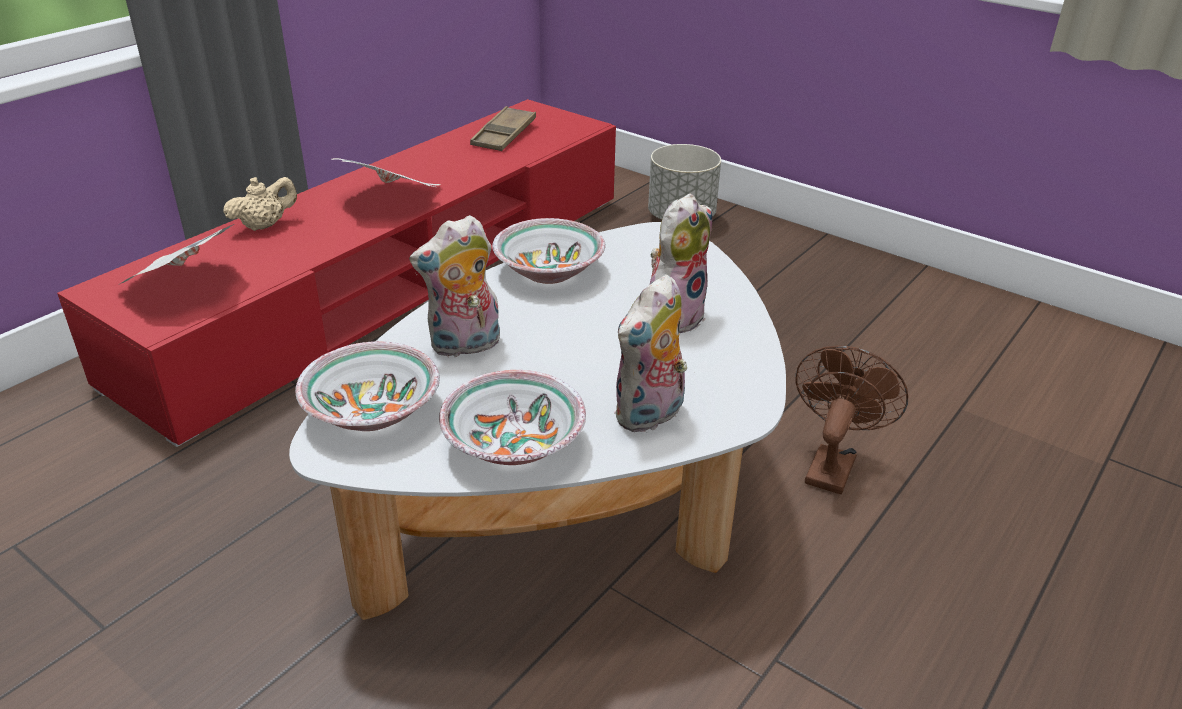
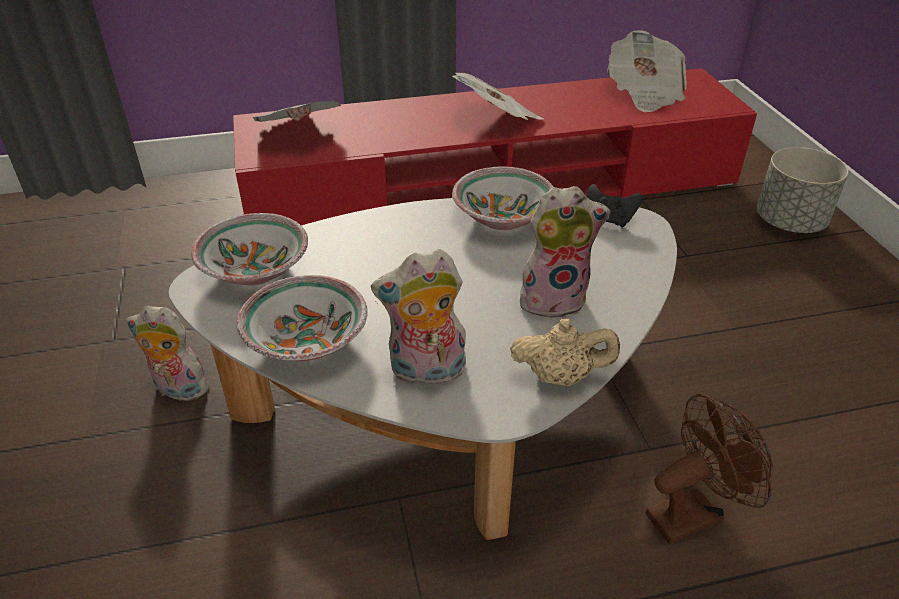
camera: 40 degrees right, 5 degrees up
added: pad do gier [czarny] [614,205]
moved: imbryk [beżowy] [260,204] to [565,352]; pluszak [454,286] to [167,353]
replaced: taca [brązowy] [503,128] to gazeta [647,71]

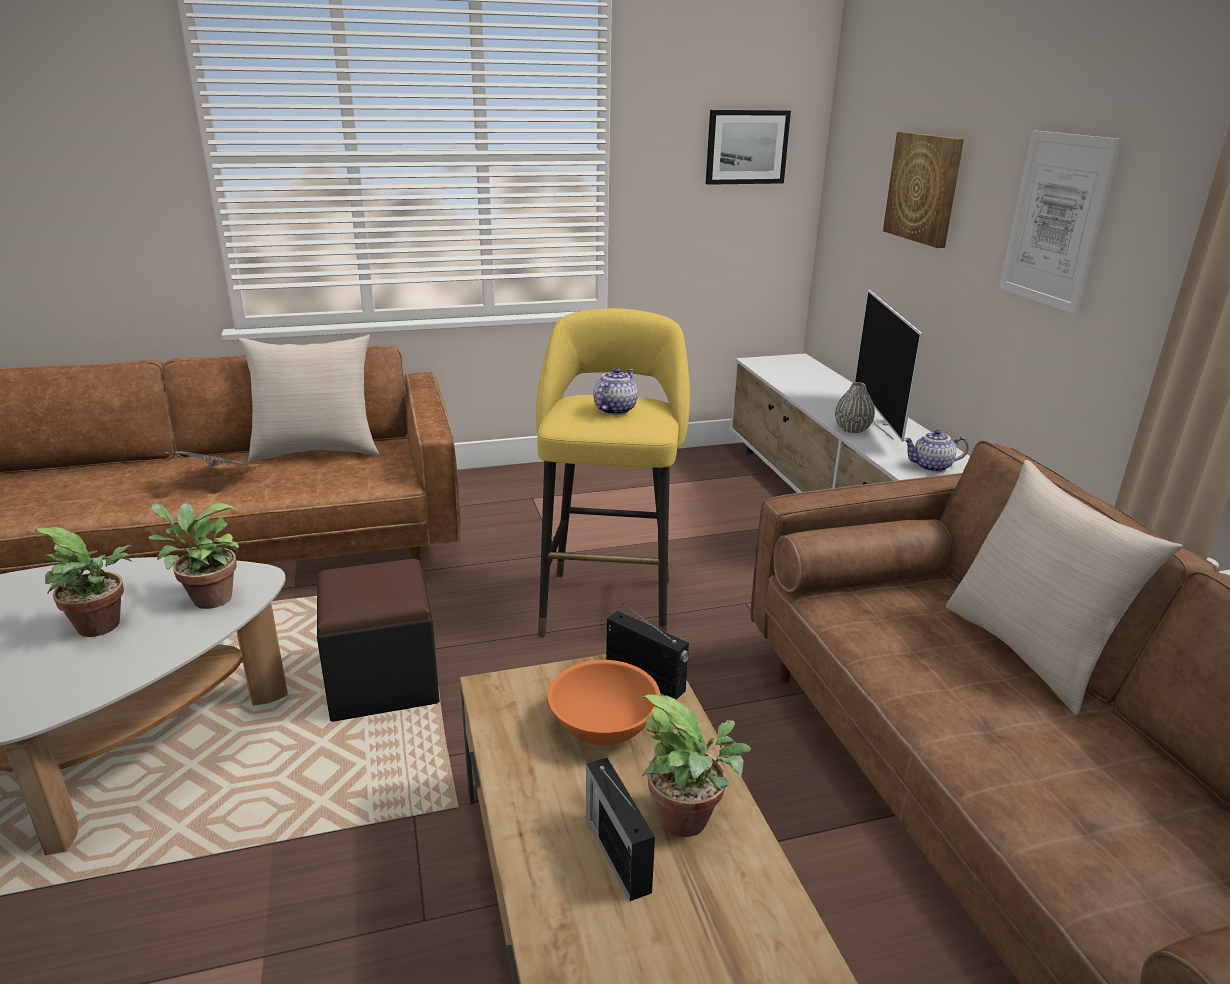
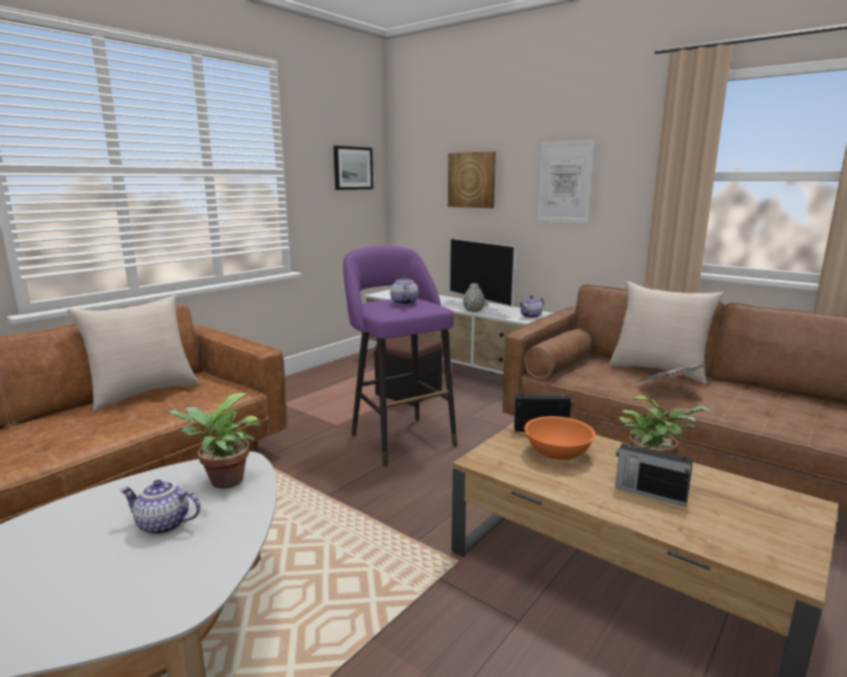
camera: 35 degrees left, 10 degrees down
moved: gazeta [210,459] to [670,373]; pufa [czarny] [378,640] to [408,370]
replaced: roślina doniczkowa [83,582] to imbryk [160,507]
recoloured: stołek [żółty] [613,472] to stołek [fioletowy] [400,356]

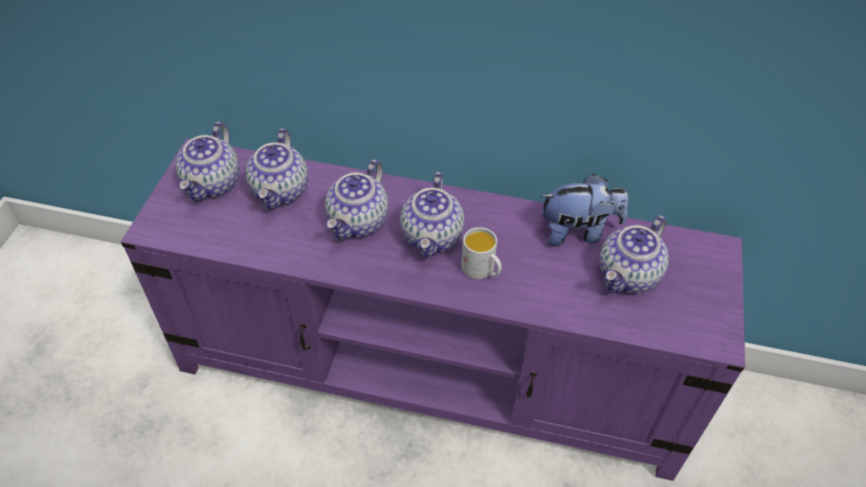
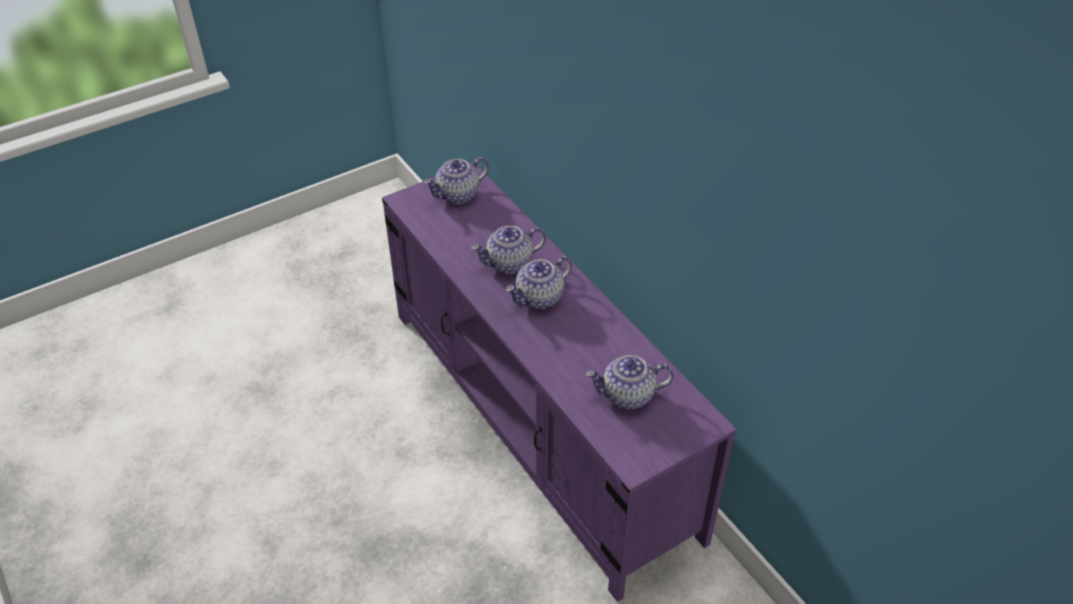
camera: 45 degrees right, 5 degrees down
removed: imbryk [277,169]; pluszak [584,210]; kubek [biały] [481,253]

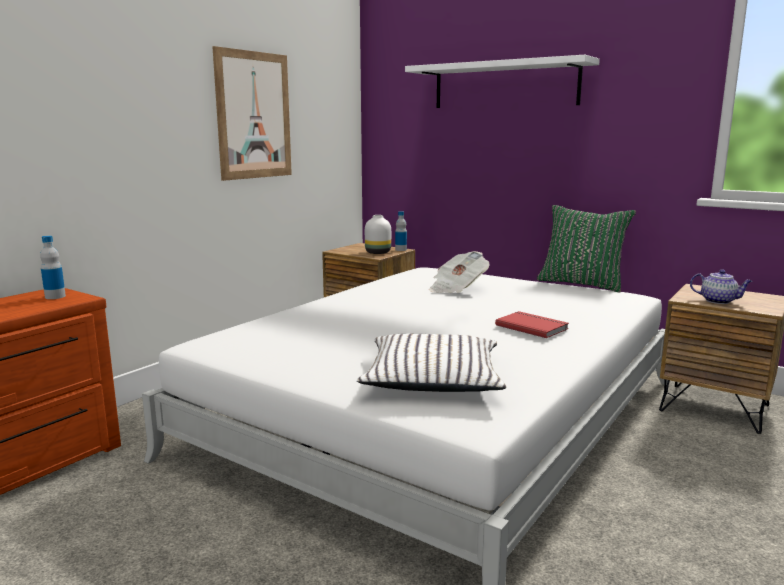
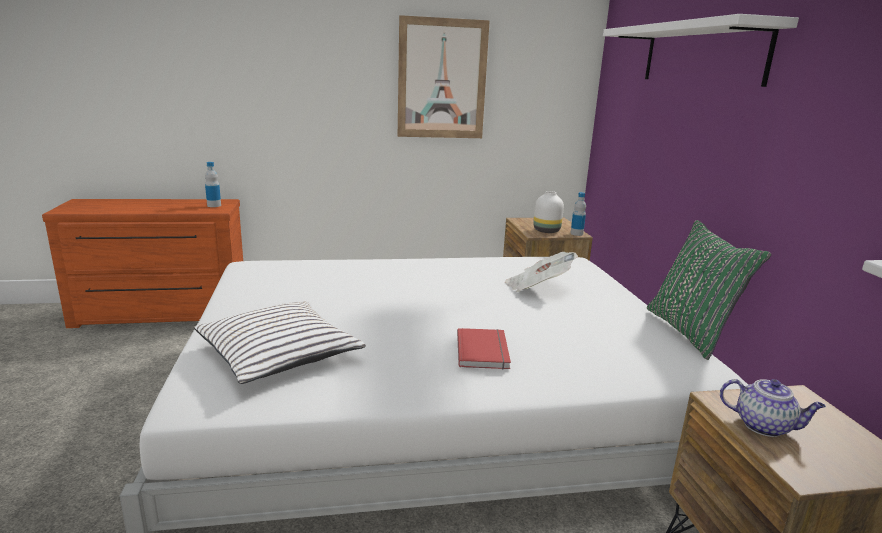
camera: 45 degrees right, 5 degrees up
turned: imbryk [721,287] = [773,408] 45 degrees counterclockwise

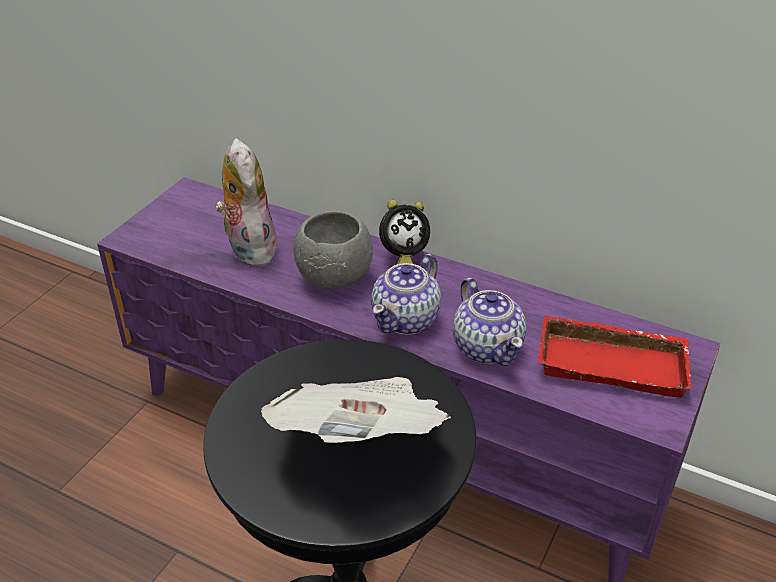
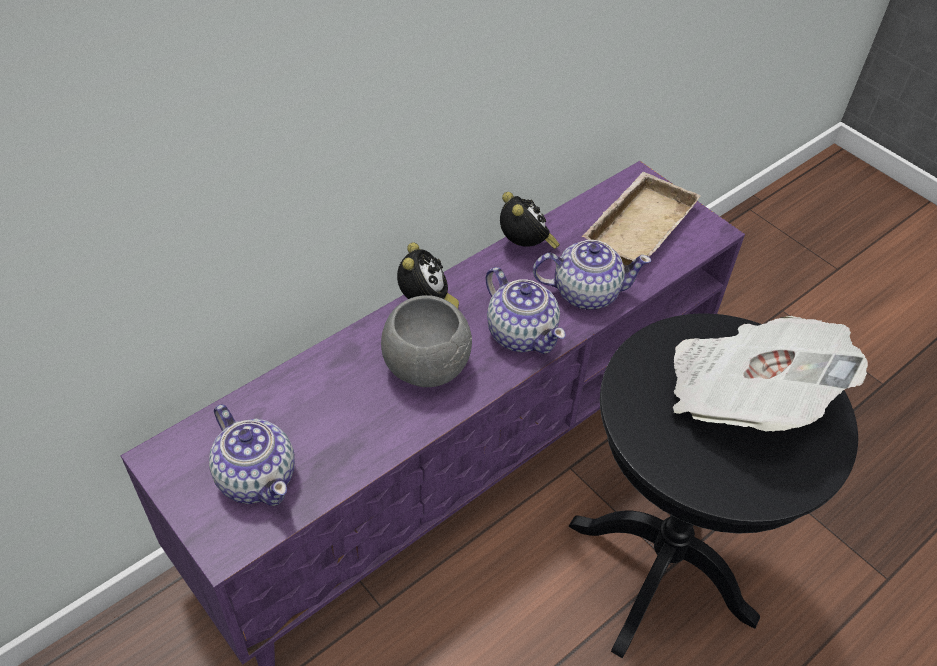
camera: 70 degrees left, 10 degrees up
removed: pluszak [246,202]
added: budzik [530,220]; imbryk [252,455]
recoloured: taca [czerwony] [615,356] to taca [beżowy] [641,219]

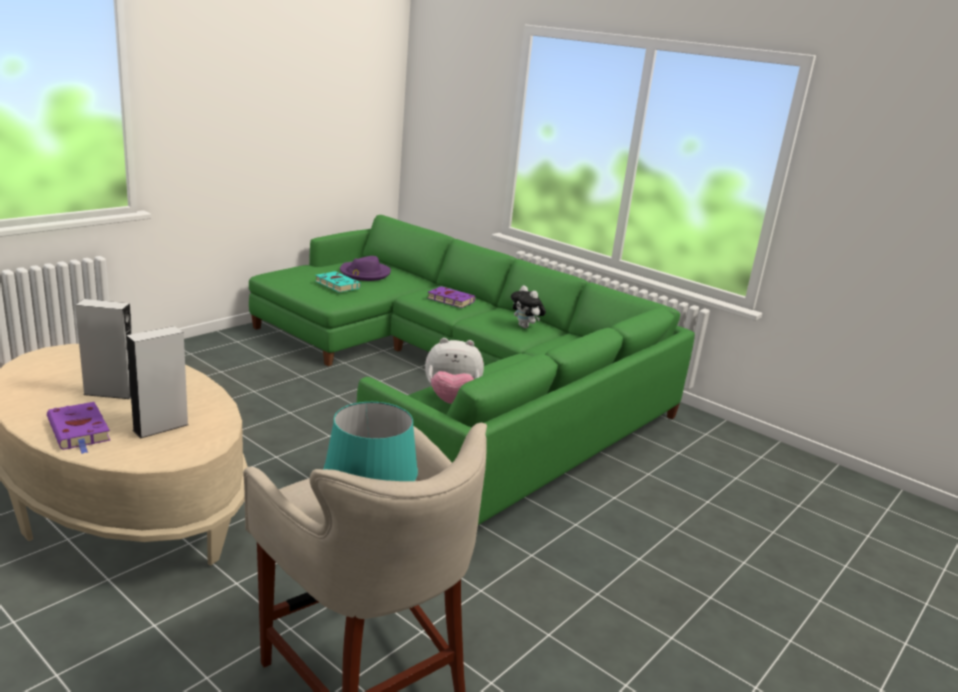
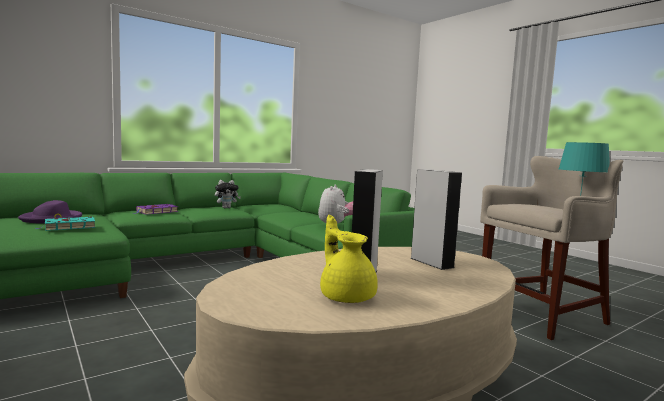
camera: 75 degrees left, 15 degrees down
removed: książka [fioletowy] [78,428]
added: imbryk [żółty] [349,259]

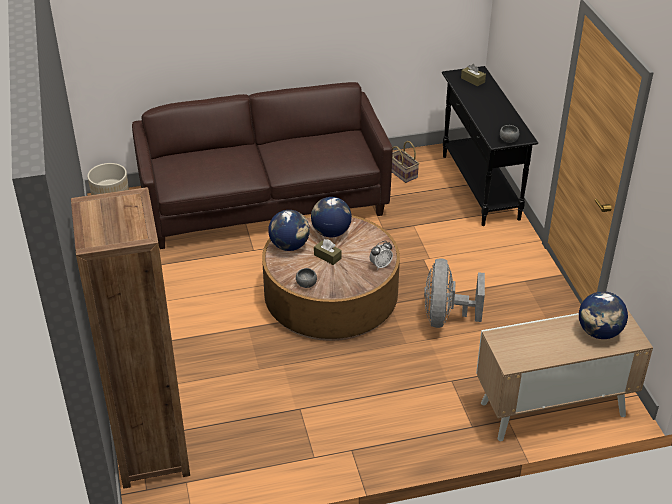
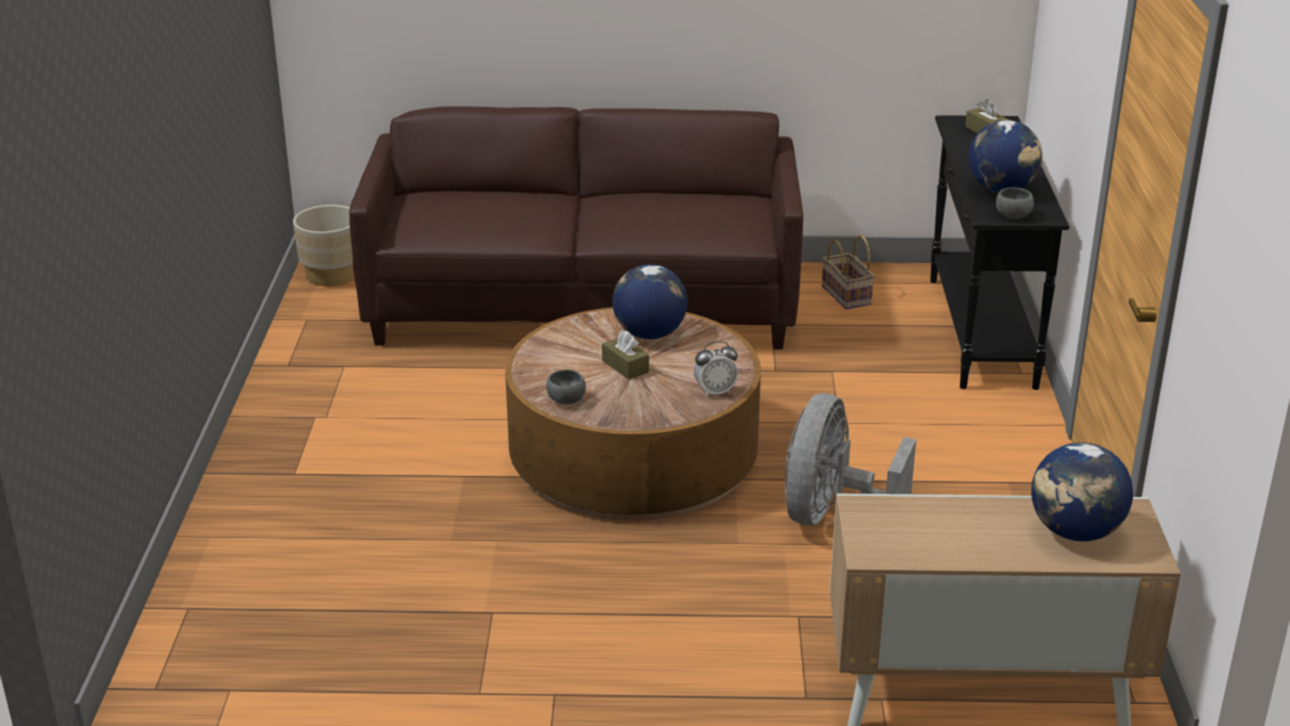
camera: 15 degrees right, 10 degrees down
removed: regał [brązowy] [130,338]
moved: globus [289,230] to [1005,156]

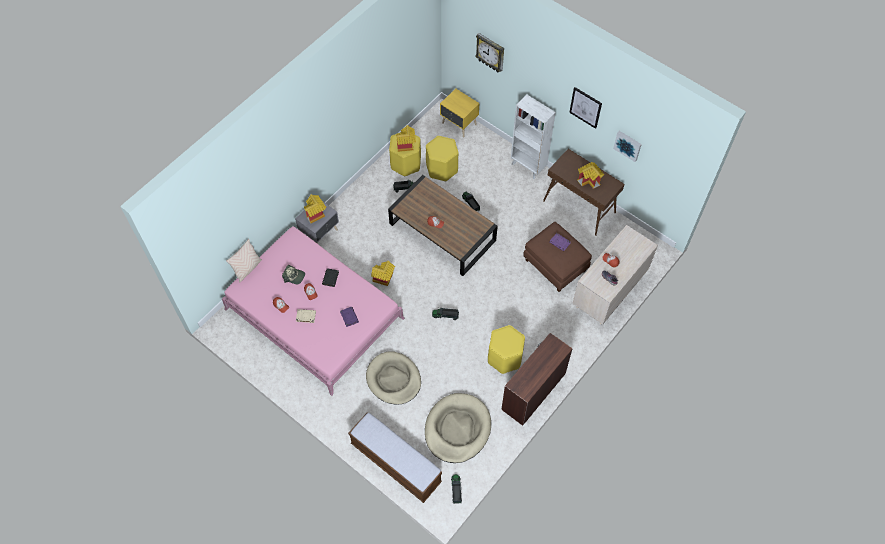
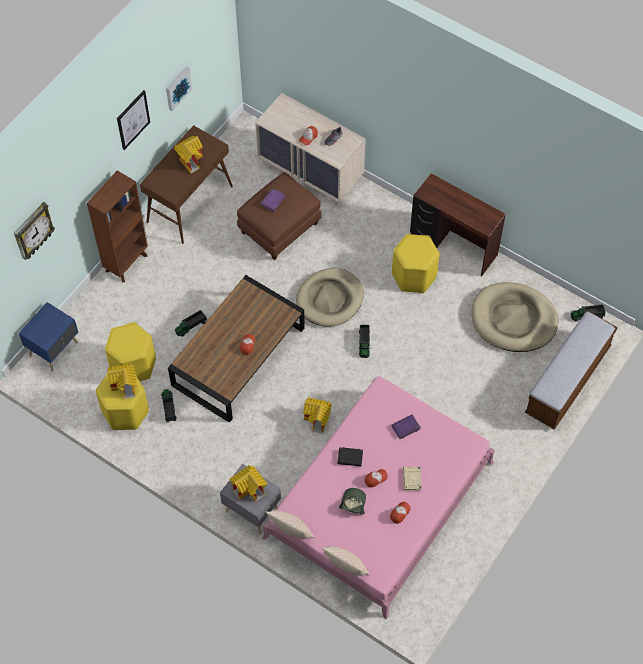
camera: 95 degrees left, 0 degrees up
added: poduszka [beżowy] [290,524]
moved: legowisko [beżowy] [393,378] to [330,297]
recoloured: szafka nocna [żółty] [459,113] to szafka nocna [niebieski] [48,337]; regał [biały] [533,137] to regał [brązowy] [117,226]

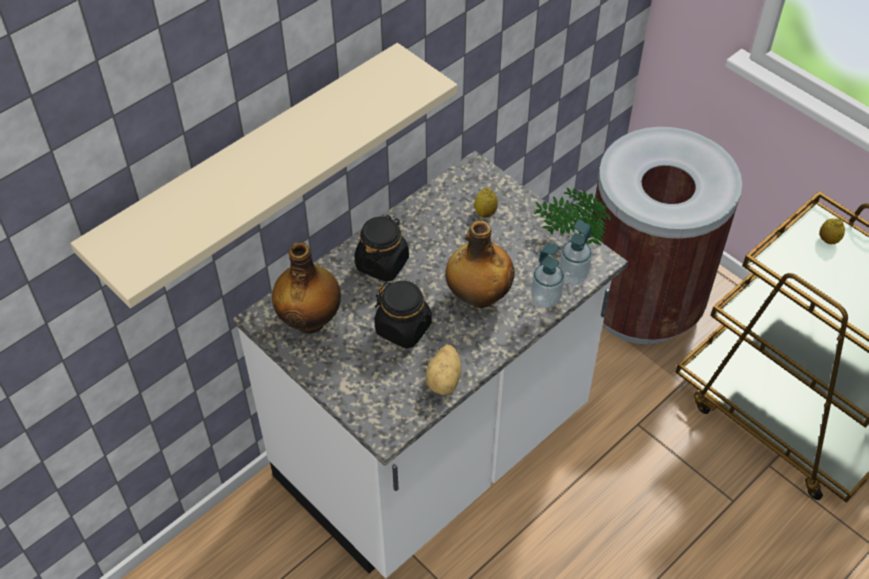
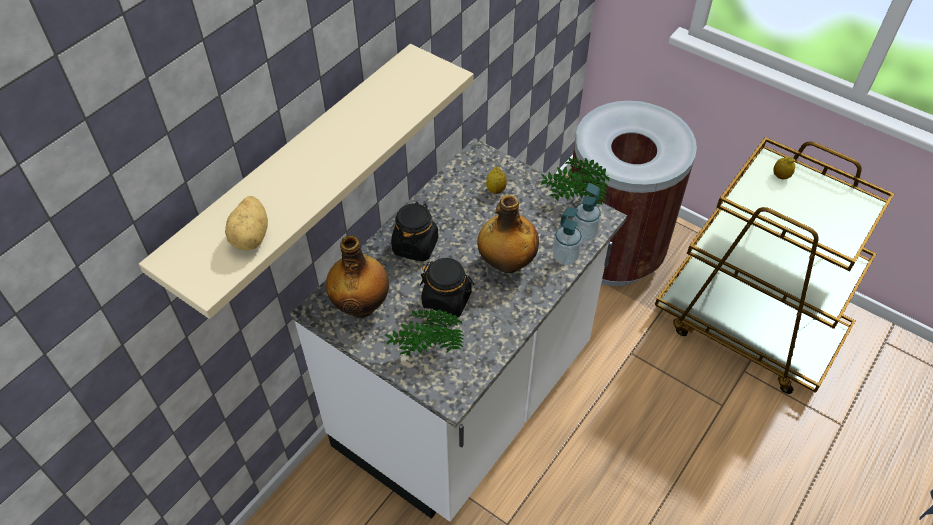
camera: 10 degrees left, 0 degrees up
added: roślina doniczkowa [425,332]
moved: ziemniak [443,370] to [246,223]

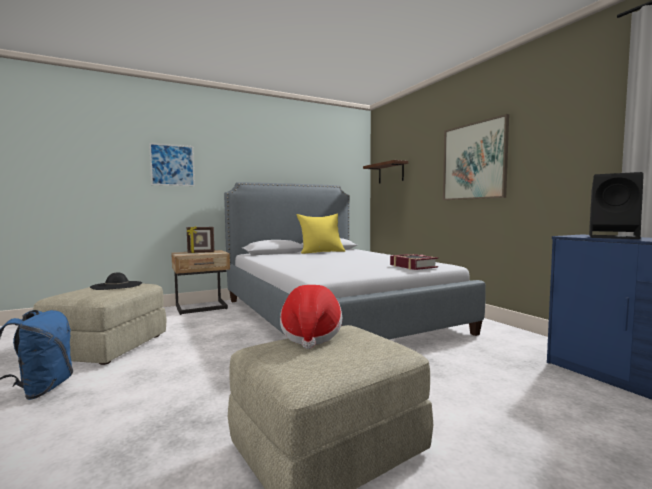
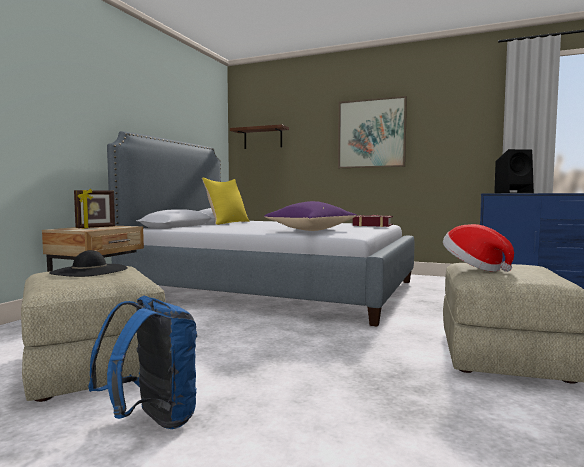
camera: 40 degrees left, 0 degrees up
removed: obraz [172,164]
added: poduszka [fioletowy] [310,216]

